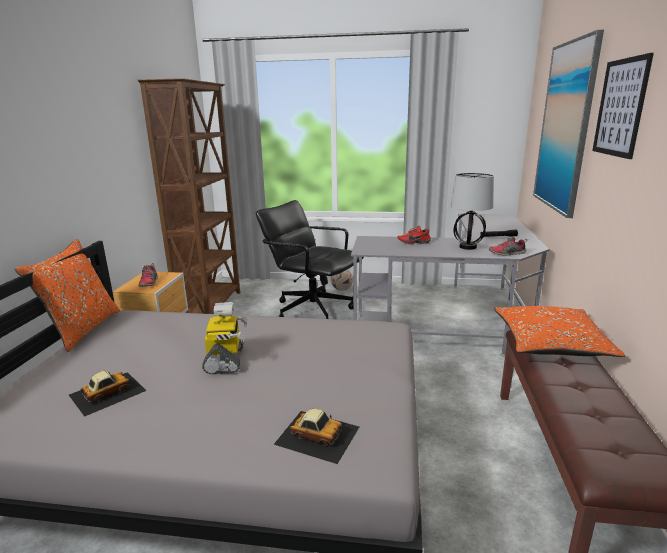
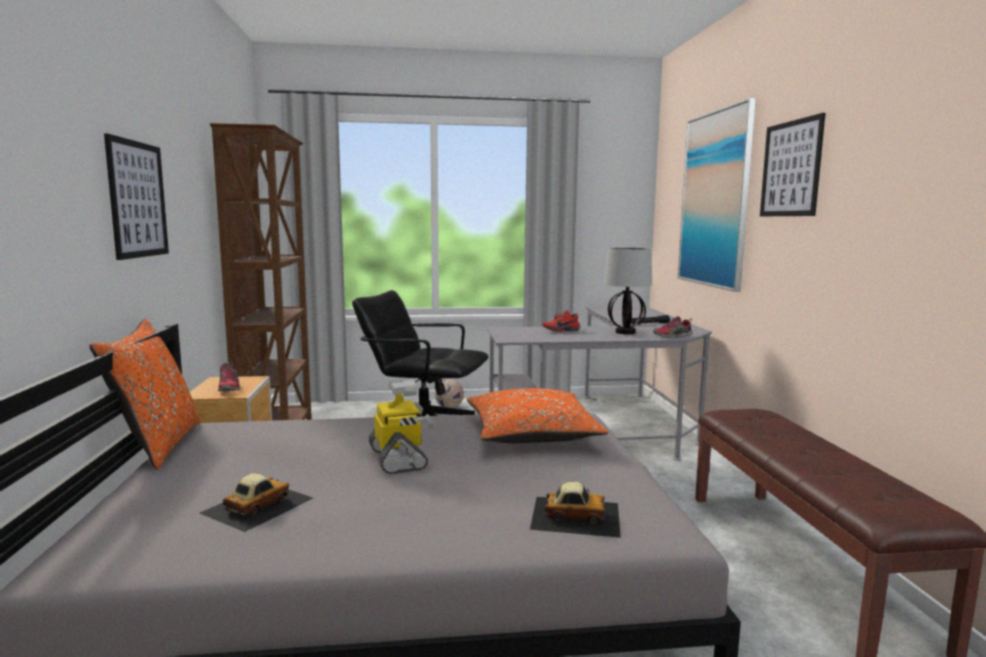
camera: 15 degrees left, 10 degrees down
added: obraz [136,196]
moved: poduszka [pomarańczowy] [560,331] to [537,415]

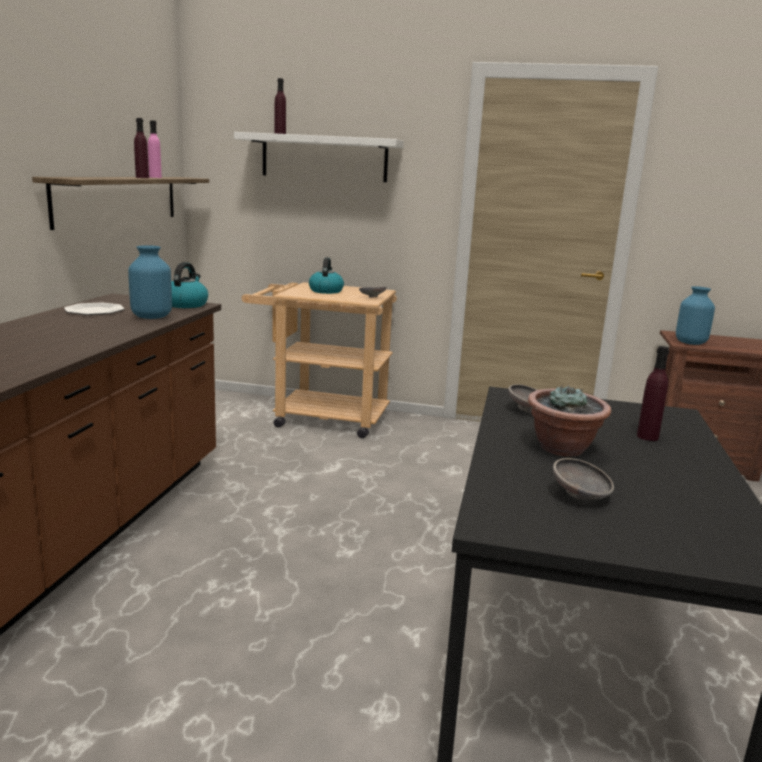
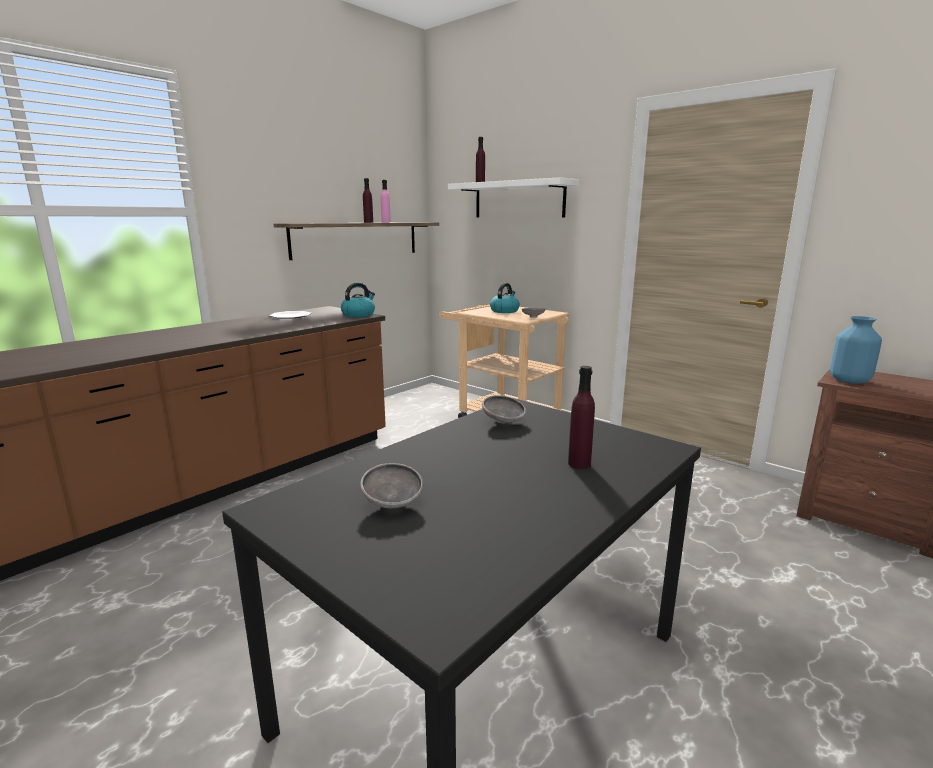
camera: 30 degrees right, 0 degrees up
removed: wazon [niebieski] [150,282]; roślina doniczkowa [569,421]

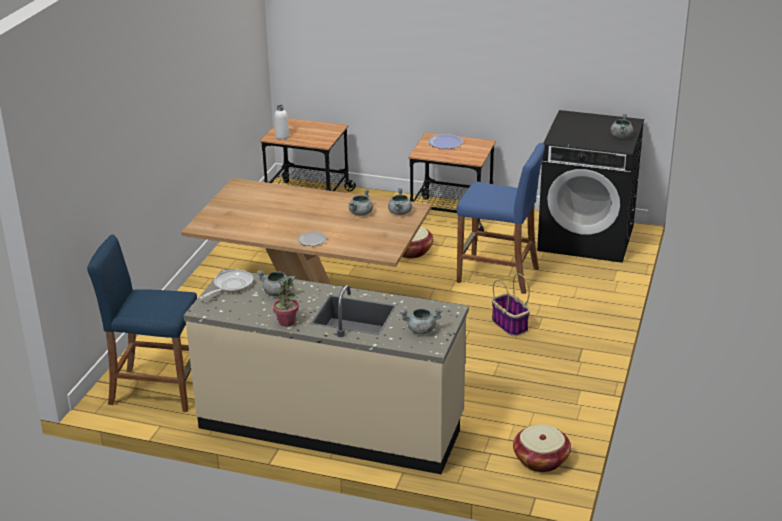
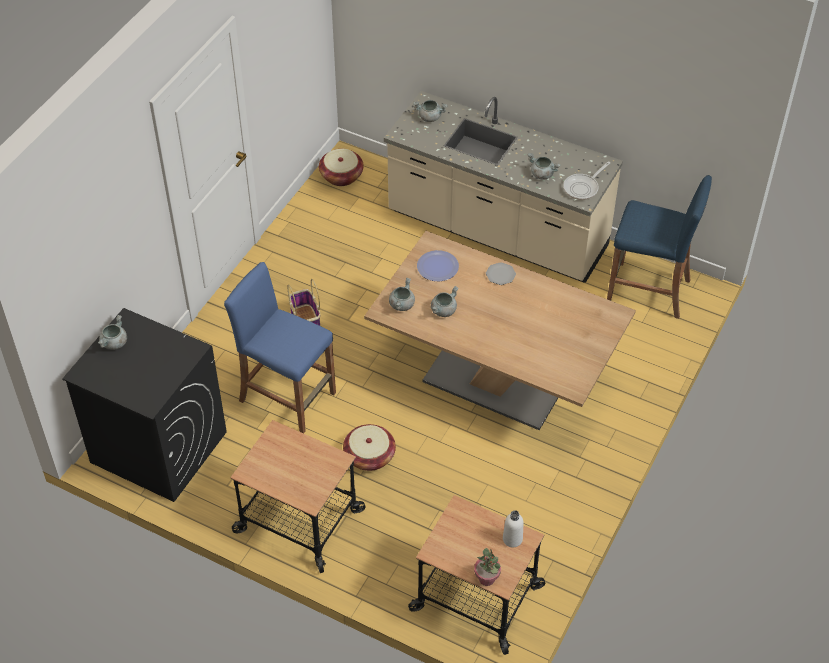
camera: 170 degrees left, 20 degrees up
moved: talerz [445,141] to [438,265]; roślina doniczkowa [286,302] to [487,567]

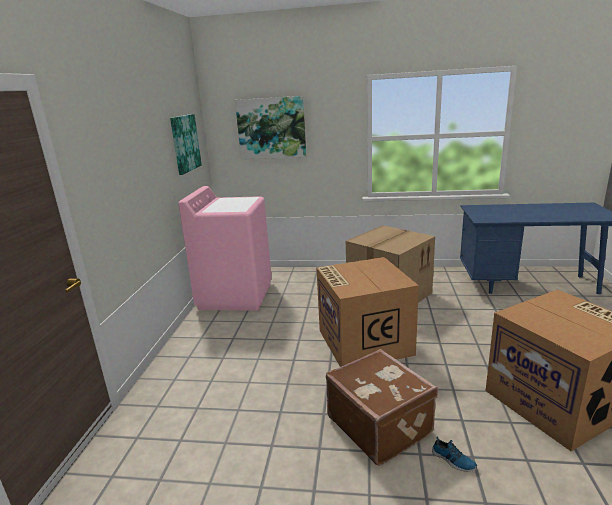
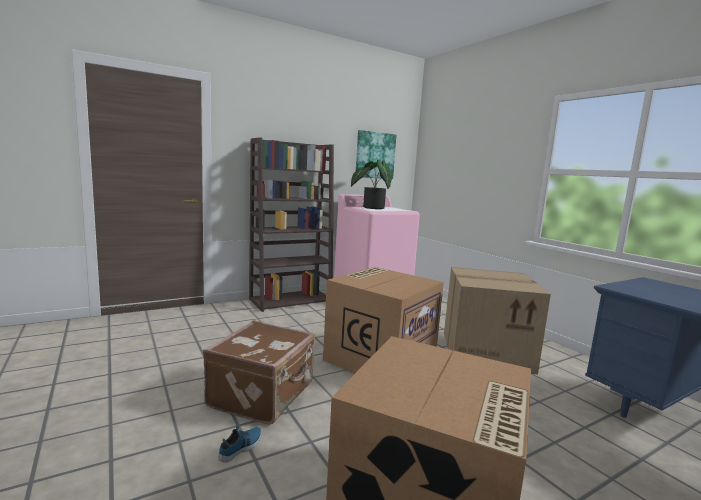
camera: 50 degrees right, 10 degrees down
removed: obraz [270,127]
added: regał [brązowy] [291,224]; roślina doniczkowa [371,184]
turned: but [454,454] = [239,443] 150 degrees counterclockwise

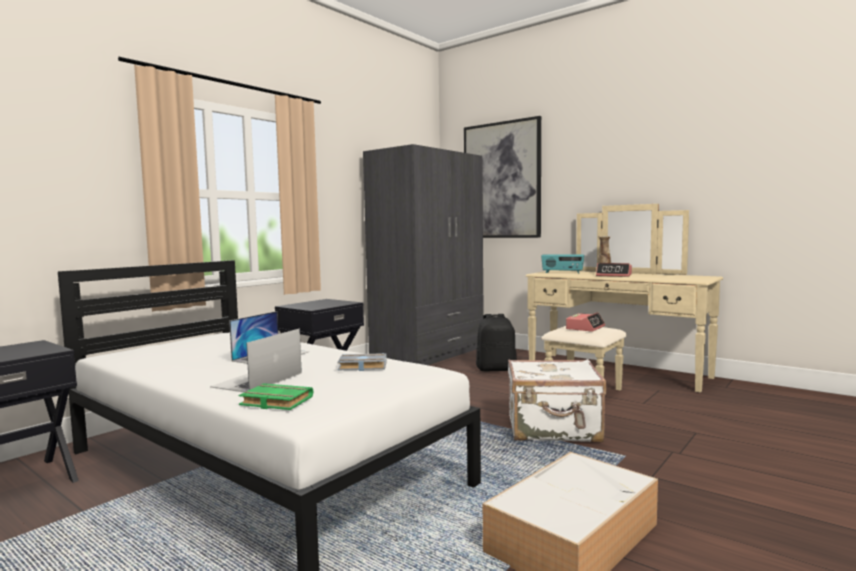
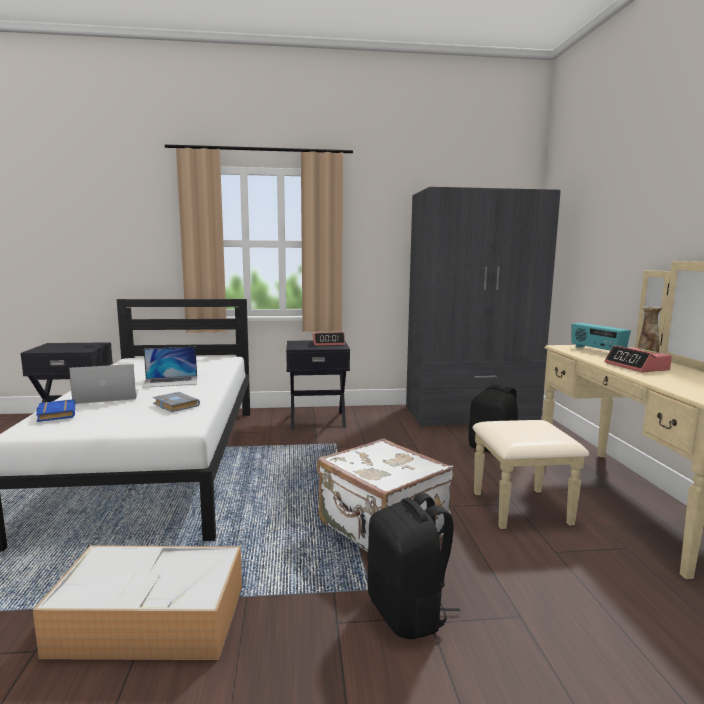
camera: 45 degrees right, 5 degrees up
removed: obraz [502,177]
added: plecak [czarny] [413,566]
moved: budzik [585,322] to [329,339]
recoloured: książka [zielony] [276,396] to książka [niebieski] [56,410]

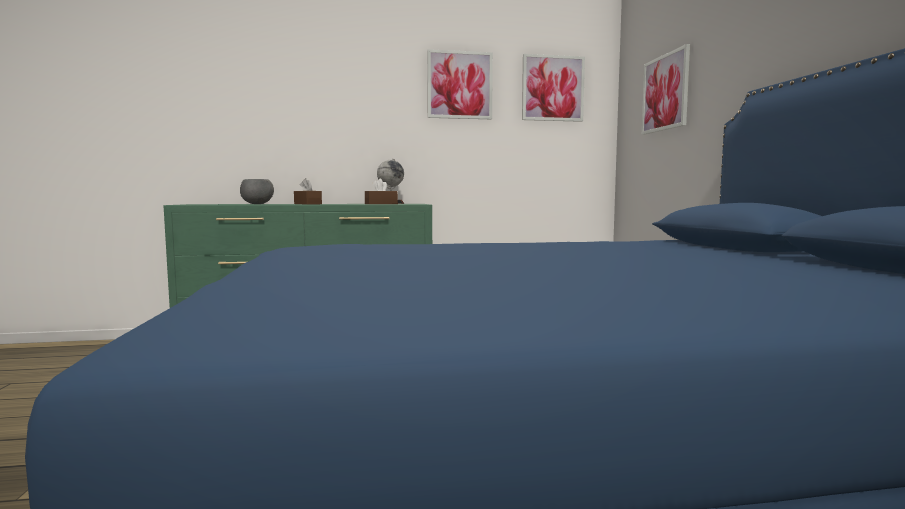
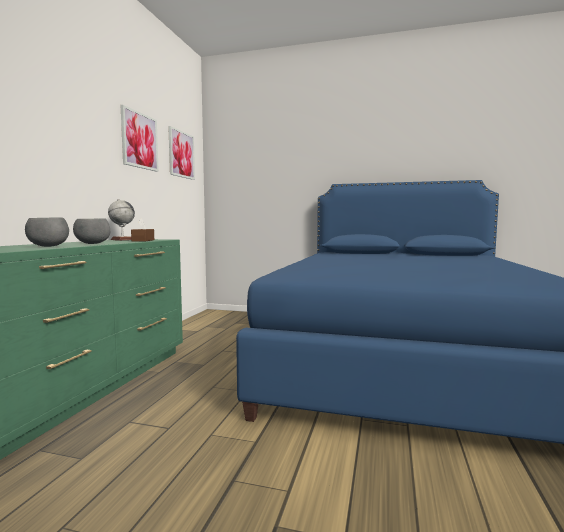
camera: 65 degrees left, 0 degrees up
removed: obraz [666,89]
replaced: pudełko chusteczek [brązowy] [308,191] to miska [szary] [92,231]

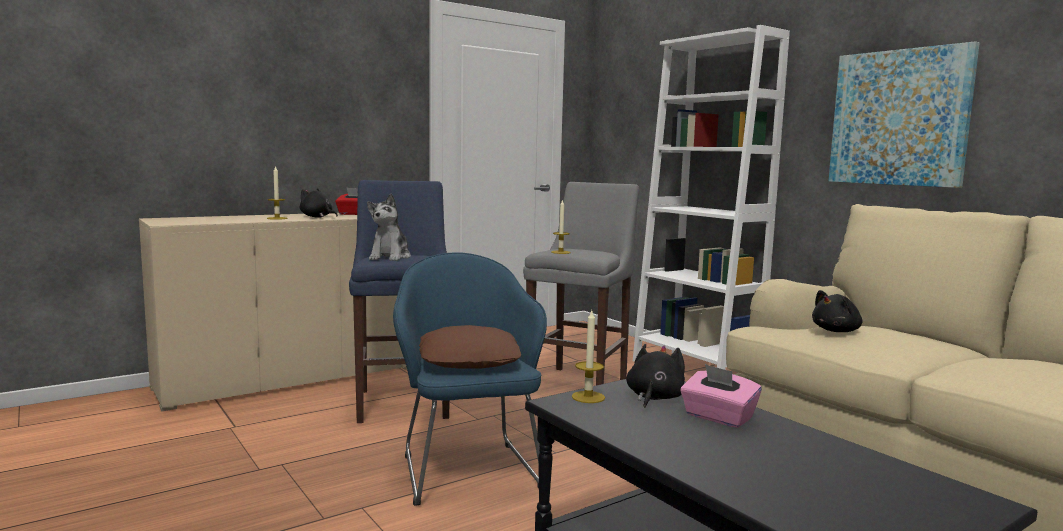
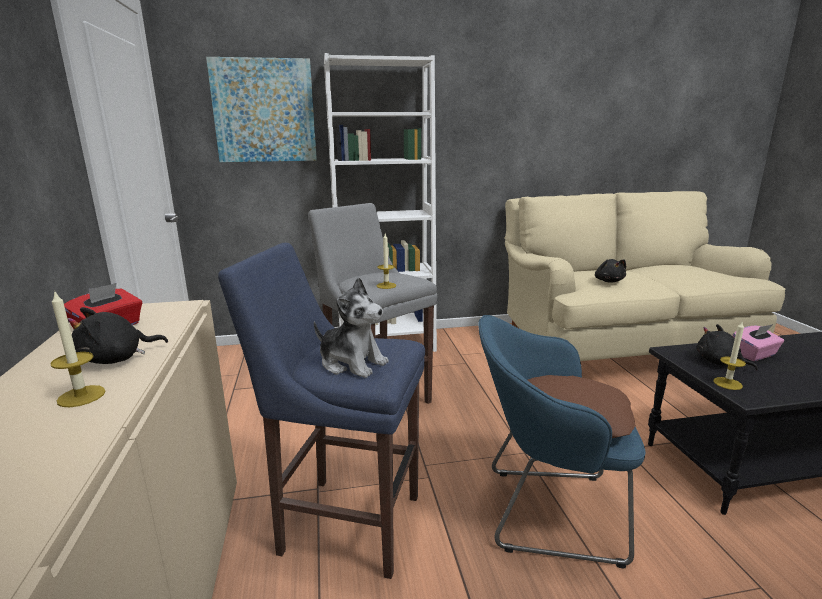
camera: 65 degrees left, 10 degrees up
moved: obraz [904,114] to [261,109]

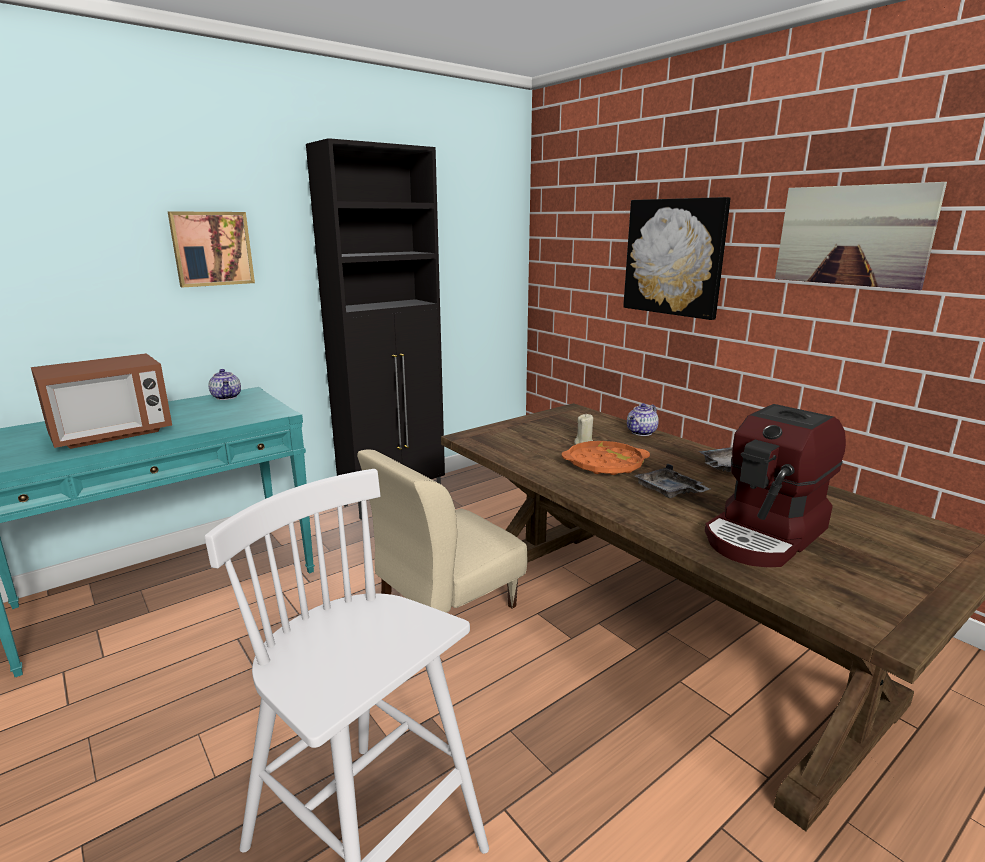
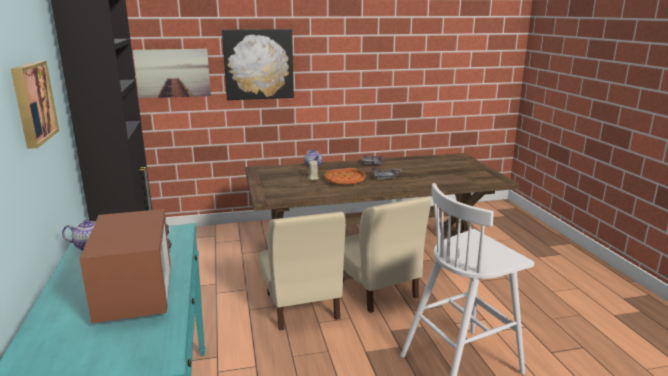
camera: 65 degrees left, 0 degrees up
removed: ekspres do kawy [775,485]
added: krzesło [beżowy] [387,254]
moved: obraz [861,236] to [172,73]

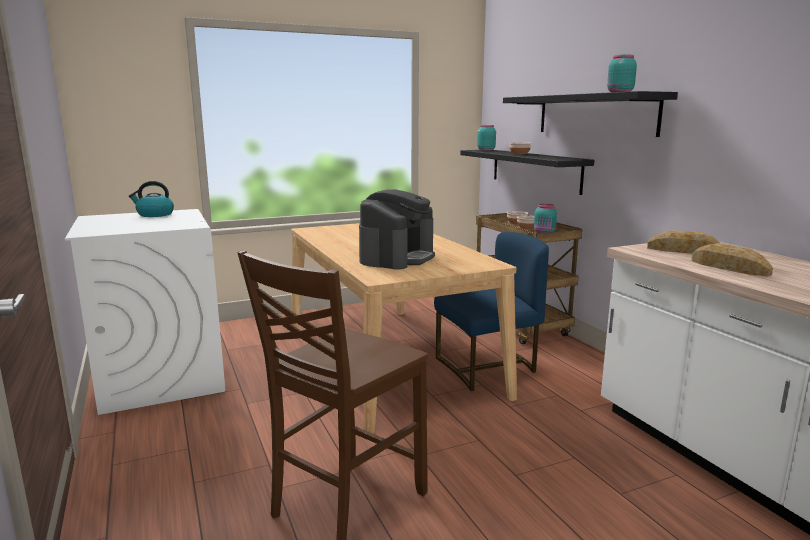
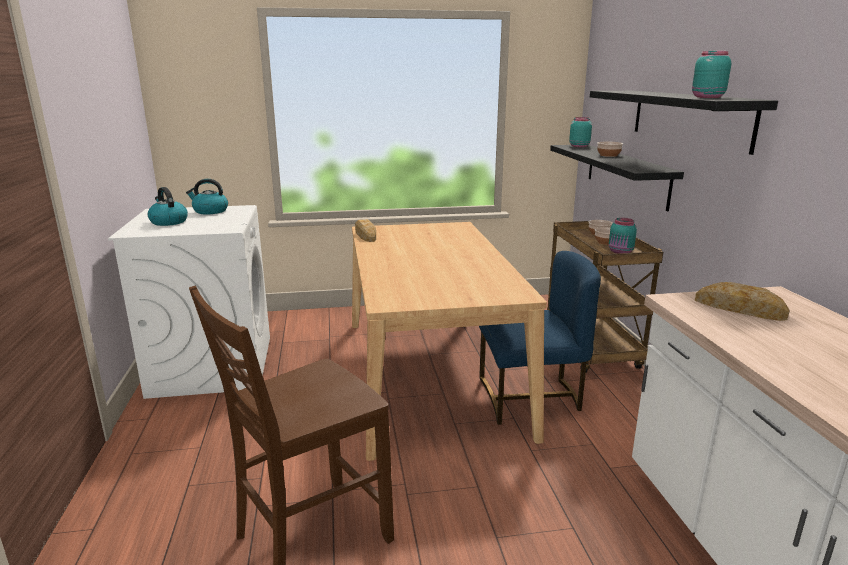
camera: 15 degrees right, 5 degrees up
removed: ekspres do kawy [397,229]
added: czajnik [168,206]
moved: chleb [732,260] to [365,230]

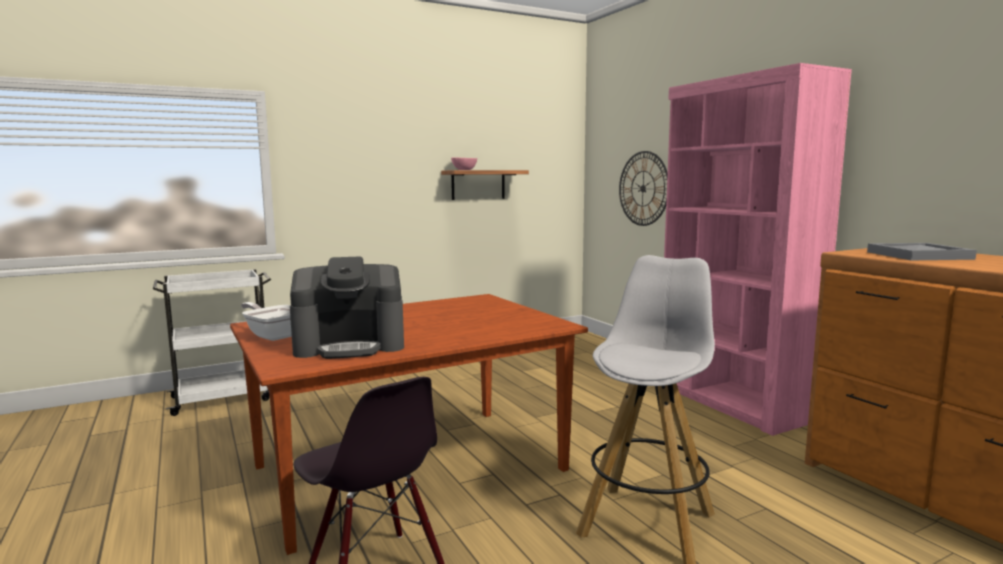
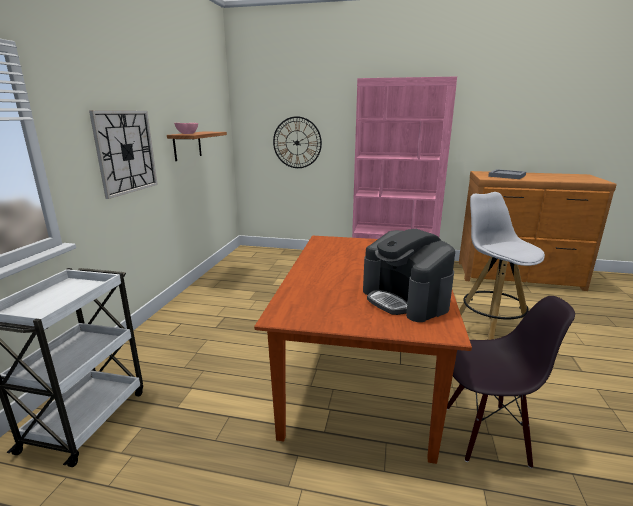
camera: 50 degrees left, 10 degrees up
removed: patelnia [266,321]
added: zegar ścienny [123,154]
turned: ekspres do kawy [347,307] = [409,275] 120 degrees clockwise

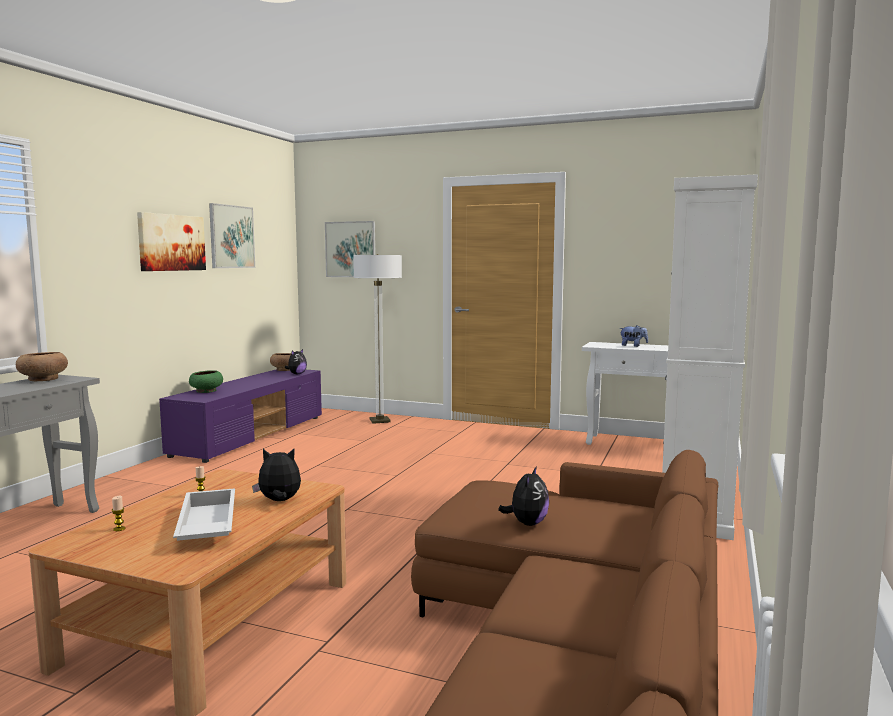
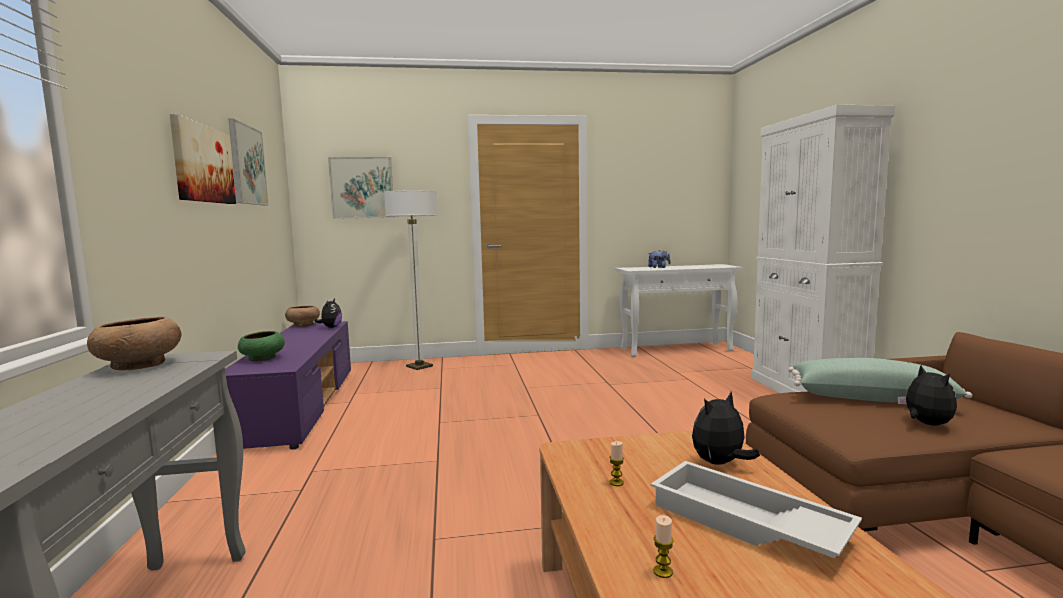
camera: 30 degrees left, 0 degrees up
added: poduszka [zielony] [880,380]

